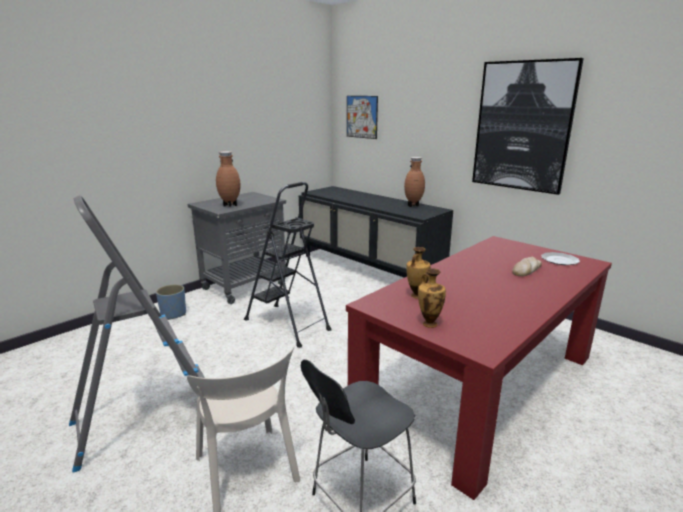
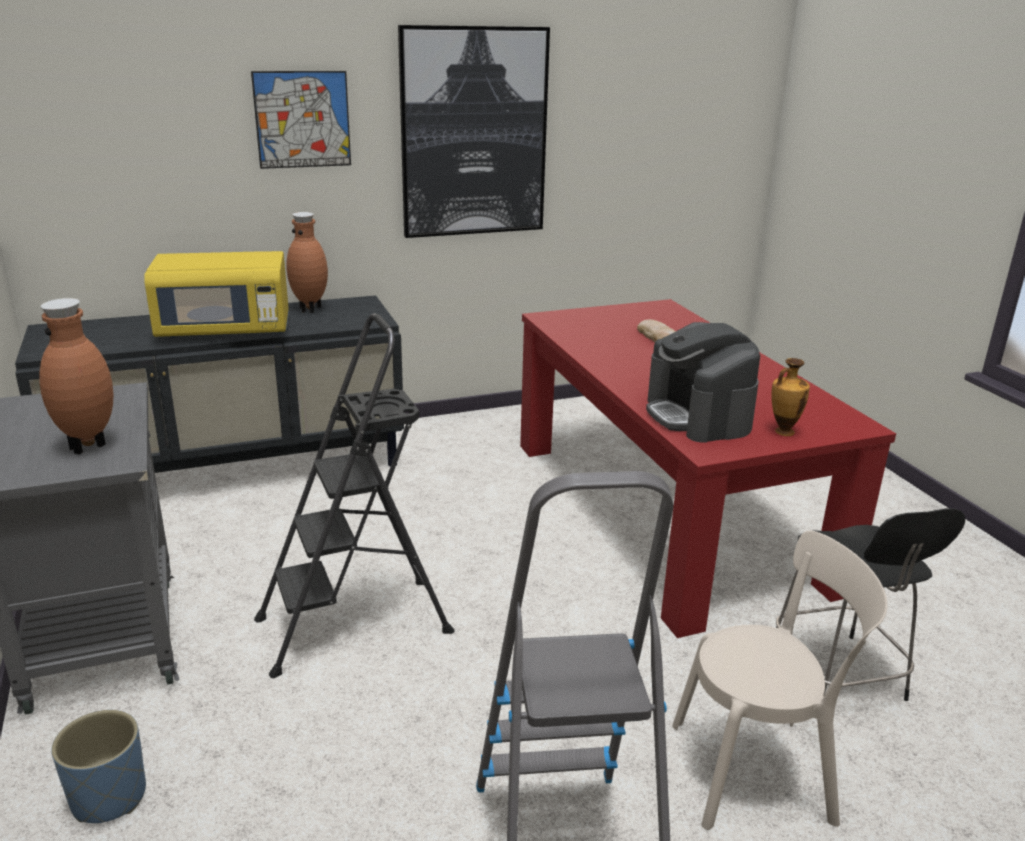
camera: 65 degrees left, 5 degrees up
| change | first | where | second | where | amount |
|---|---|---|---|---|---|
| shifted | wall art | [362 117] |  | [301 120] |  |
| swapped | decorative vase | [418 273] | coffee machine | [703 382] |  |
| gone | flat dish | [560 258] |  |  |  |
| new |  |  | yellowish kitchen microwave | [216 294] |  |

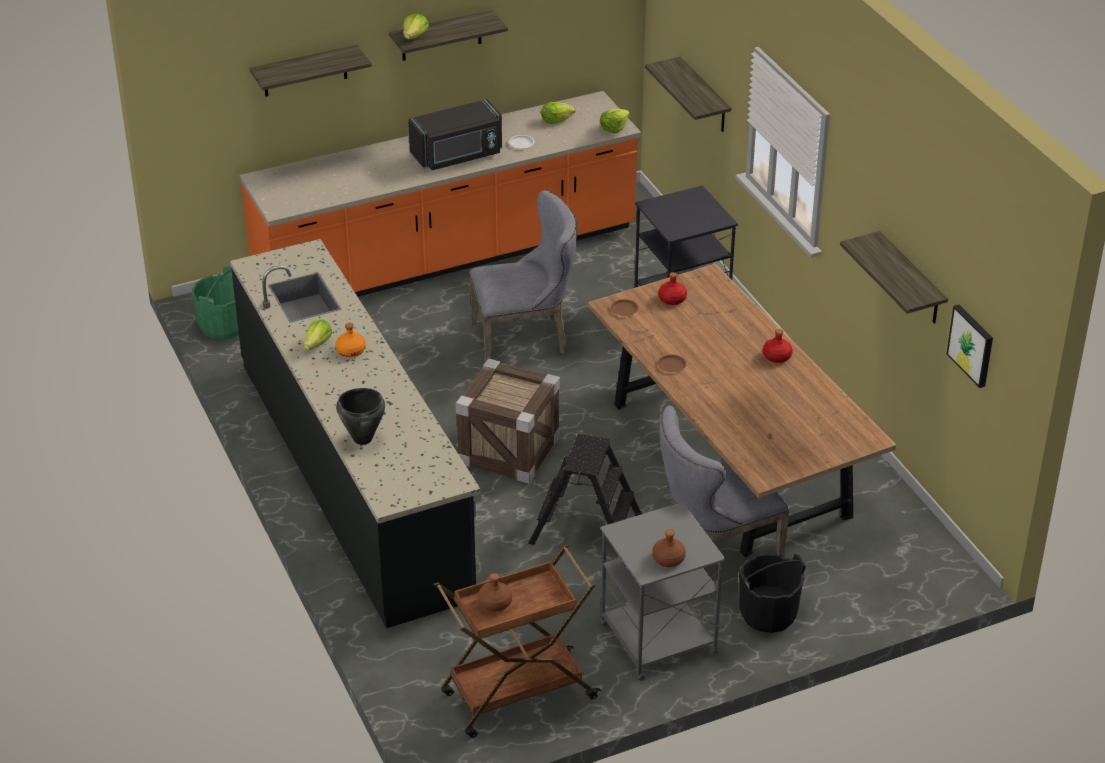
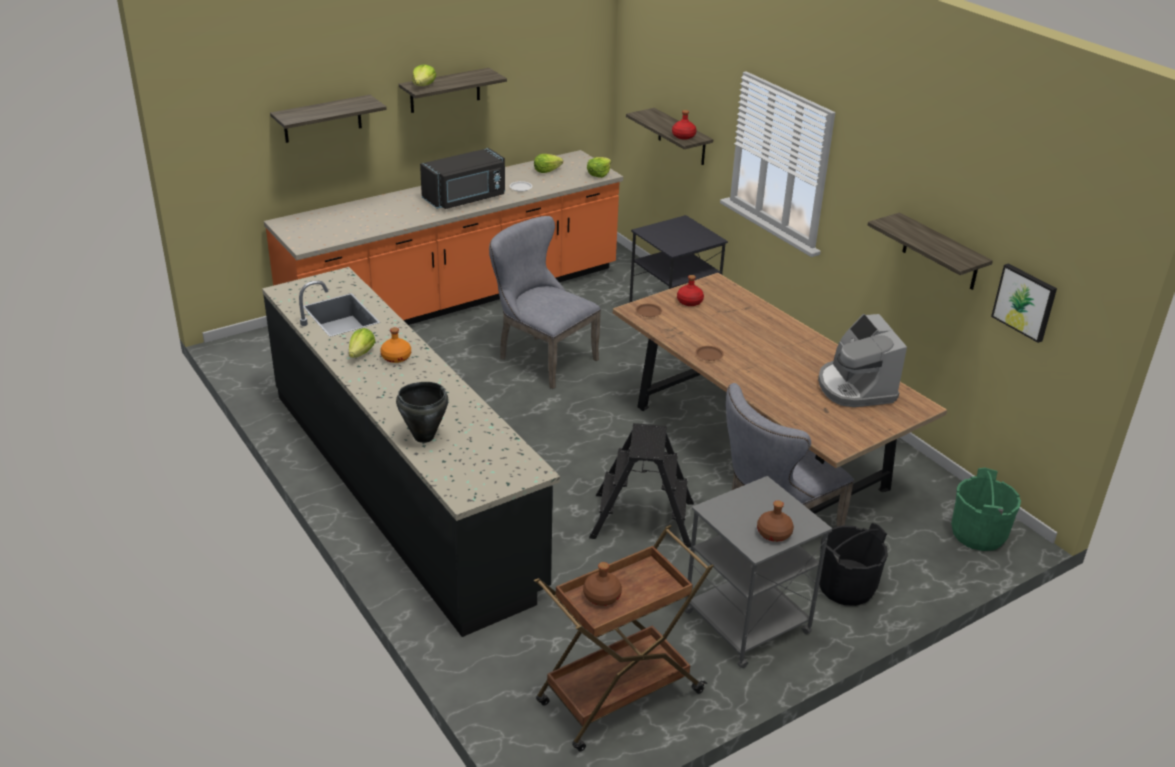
camera: 10 degrees left, 5 degrees down
| change | first | where | second | where | amount |
|---|---|---|---|---|---|
| shifted | green bucket | [215 303] |  | [986 509] |  |
| gone | packing crate | [508 420] |  |  |  |
| rotated | greyish plain chair | [523 276] |  | [545 302] | 120 degrees counterclockwise |
| shifted | red-coloured bottle | [778 346] |  | [684 124] |  |
| new |  |  | coffee machine | [862 360] |  |

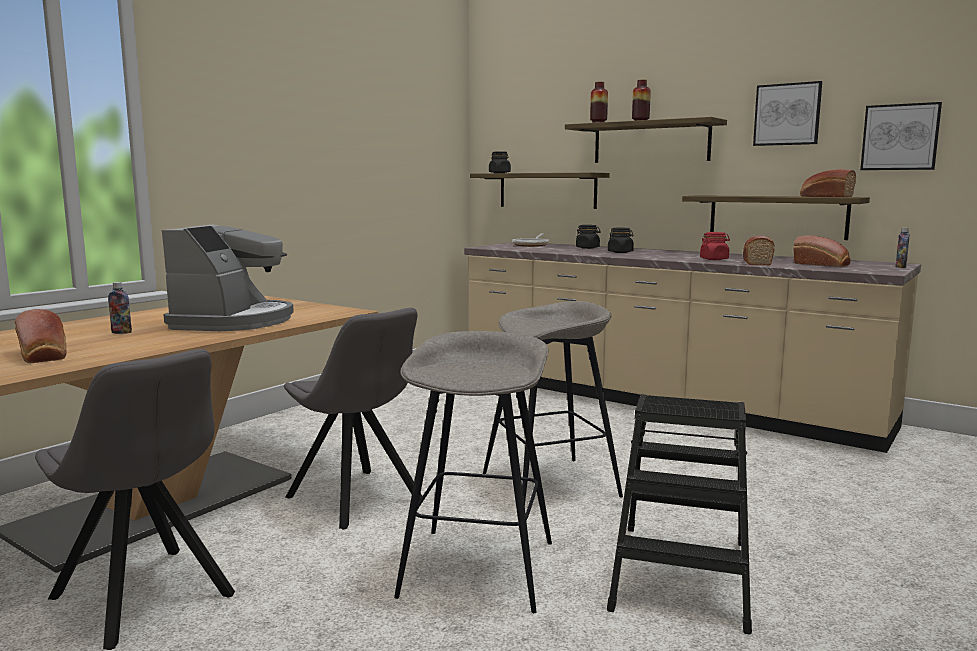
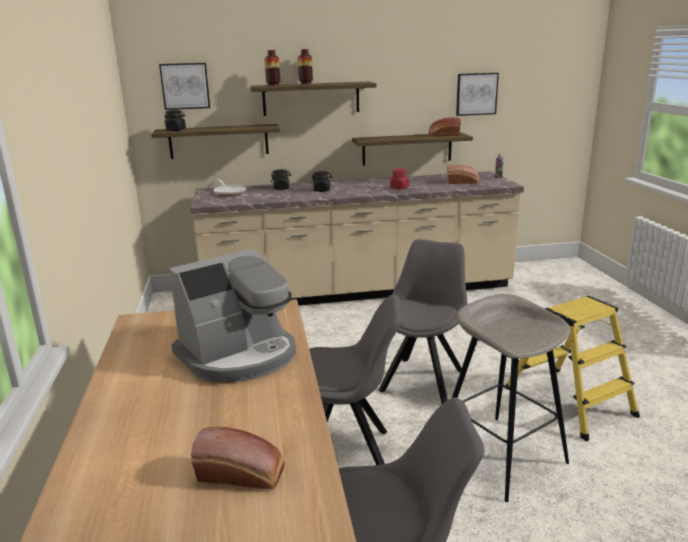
camera: 45 degrees left, 10 degrees up
| change | first | where | second | where | amount |
|---|---|---|---|---|---|
| gone | bottle | [120 308] |  |  |  |
| rotated | coffee machine | [228 277] |  | [232 316] | 90 degrees clockwise |
| swapped | greyish stool | [553 403] | greyish plain chair | [422 321] |  |
| repainted | blackish step stool | [679 514] | yellowish step stool | [573 368] |  |
| gone | bread | [758 250] |  |  |  |
| shifted | wall art | [787 113] |  | [184 86] |  |

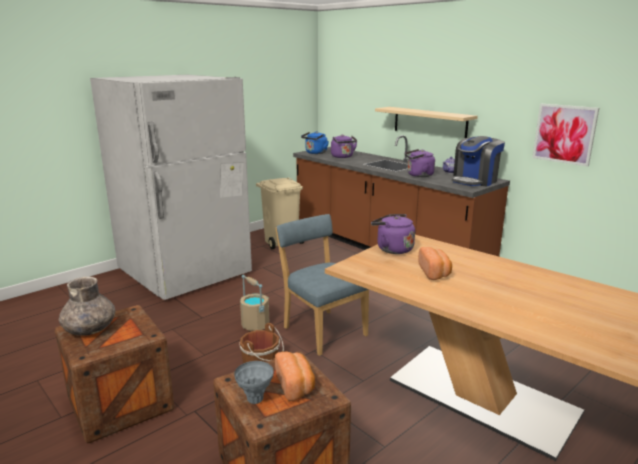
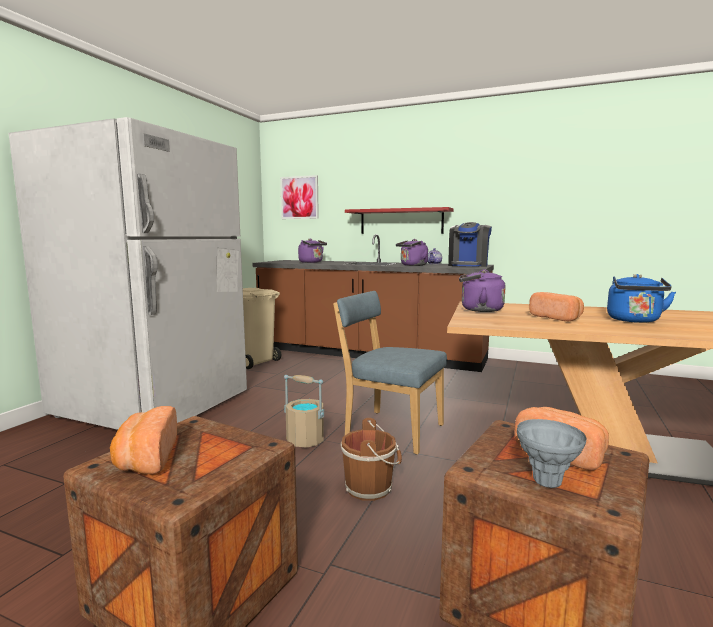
camera: 25 degrees left, 10 degrees down
| change | first | where | second | where | amount |
|---|---|---|---|---|---|
| swapped | greyish decorative vase | [87 306] | bread | [143 440] |  |
| shifted | blue kettle | [315 142] |  | [641 298] |  |
| repainted | sand-coloured wall shelf | [426 122] | red-coloured wall shelf | [399 220] |  |
| shifted | wall art | [565 135] |  | [299 197] |  |

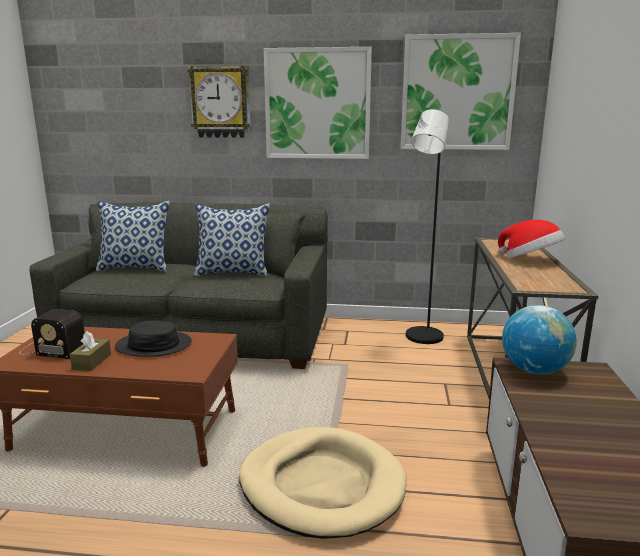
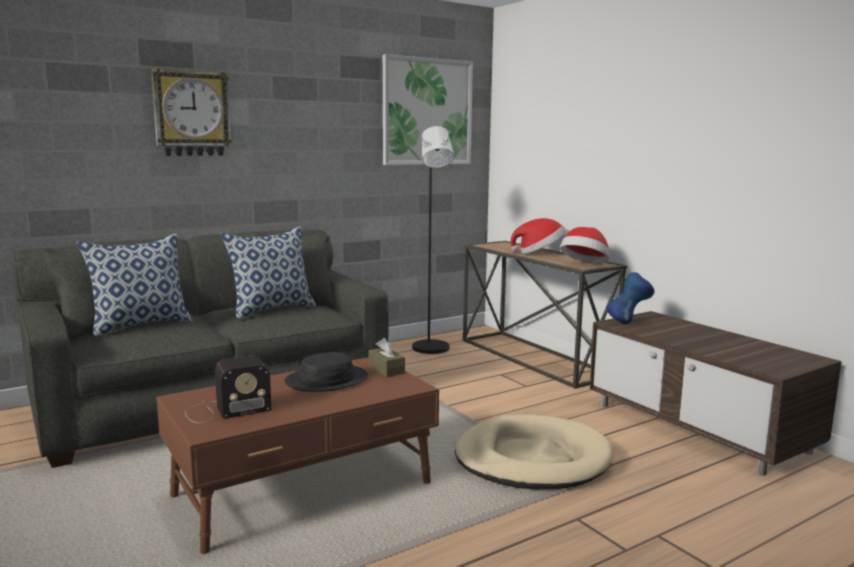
camera: 40 degrees left, 5 degrees down
| change | first | where | second | where | amount |
|---|---|---|---|---|---|
| shifted | brownish tissue holder | [90 351] |  | [386 357] |  |
| gone | wall art | [318 103] |  |  |  |
| swapped | desk globe | [539 340] | blue decorative vase | [630 298] |  |
| new |  |  | hat | [585 245] |  |

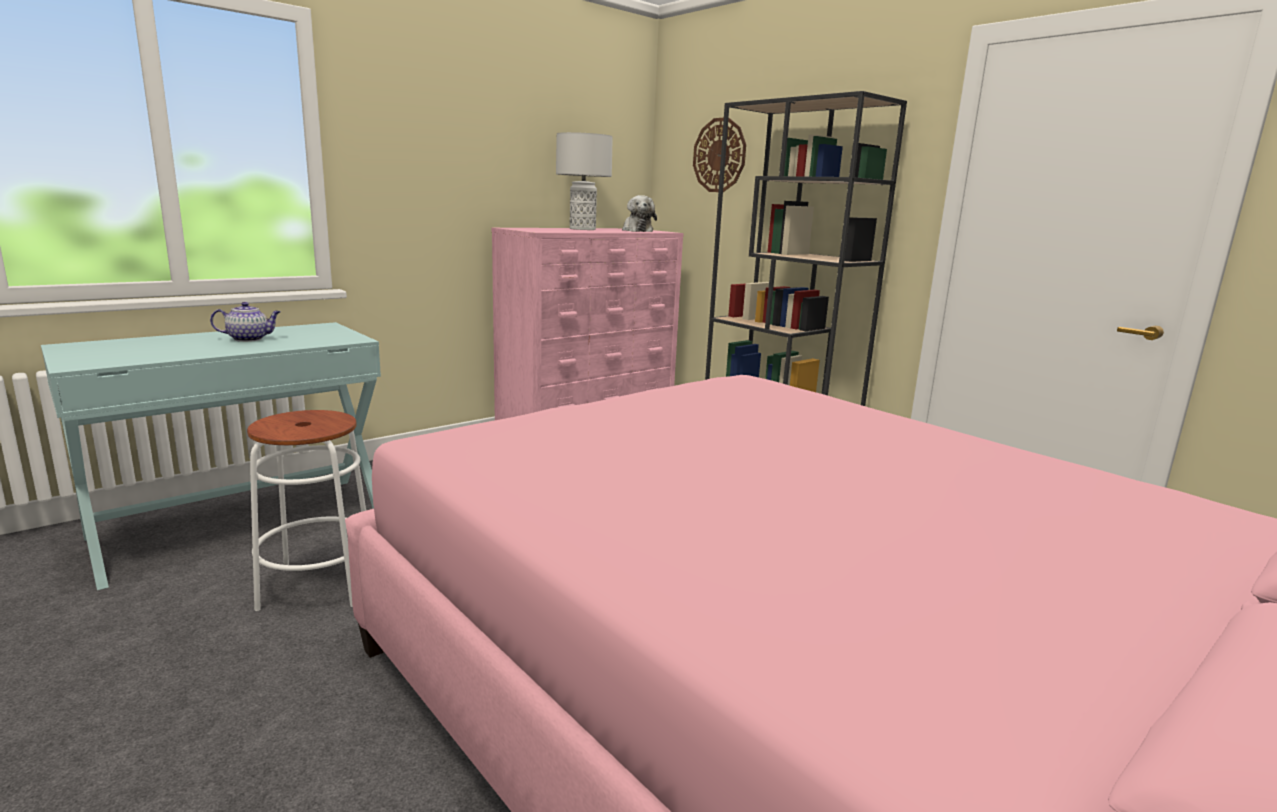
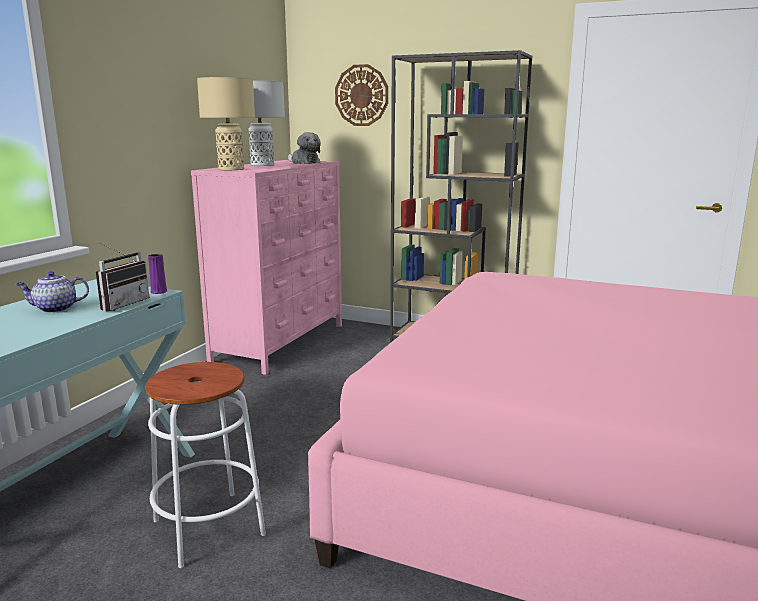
camera: 25 degrees left, 0 degrees up
| change | first | where | second | where | amount |
|---|---|---|---|---|---|
| rotated | tea pot | [245 322] |  | [52 292] | 150 degrees counterclockwise |
| new |  |  | radio set | [122 277] |  |
| new |  |  | purplish decorative vase | [157 274] |  |
| new |  |  | sand-coloured lamp for a table | [226 123] |  |

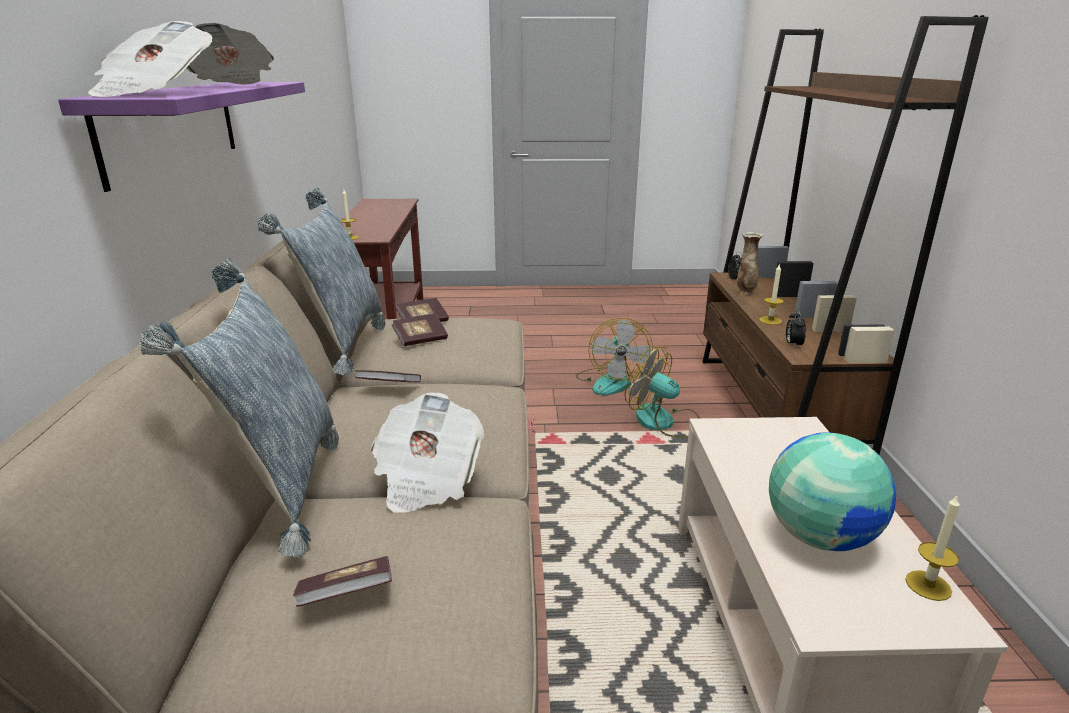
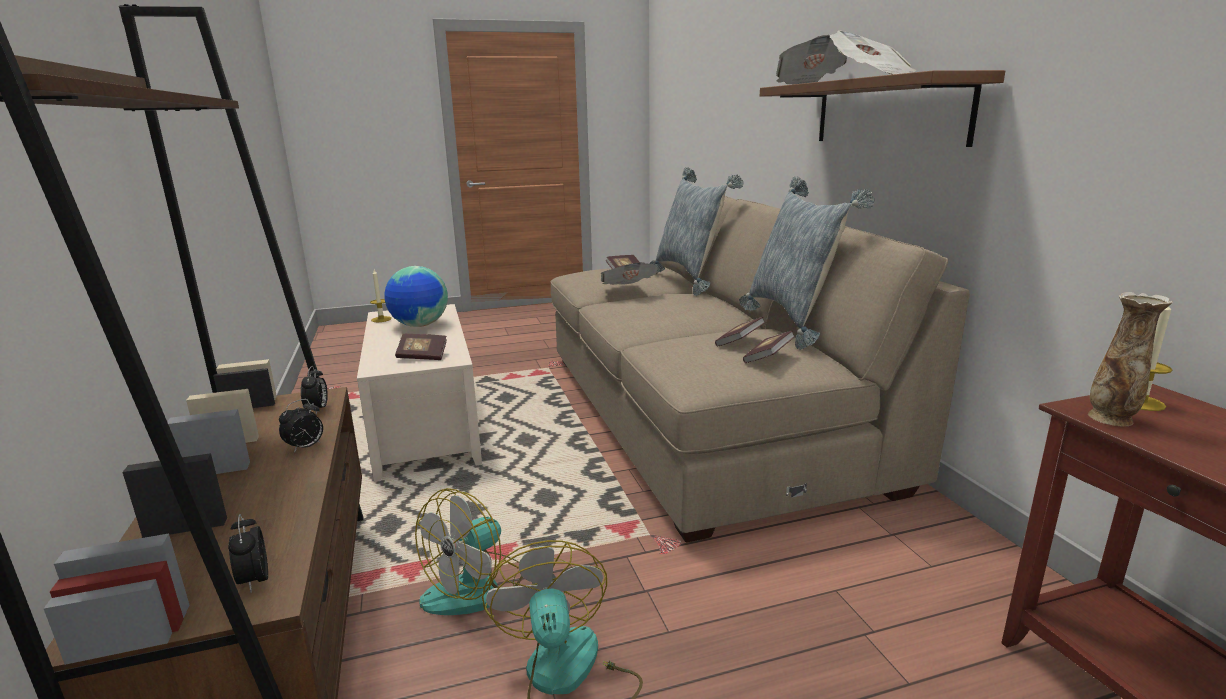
camera: 165 degrees right, 5 degrees down
| change | first | where | second | where | amount |
|---|---|---|---|---|---|
| repainted | purplish wall shelf | [181 137] | brownish wall shelf | [882 108] |  |
| shifted | bound book | [388 376] |  | [421 347] |  |
| rotated | electric fan | [662 392] |  | [469 551] | 105 degrees clockwise |
| shifted | decorative vase | [750 263] |  | [1130 359] |  |
| swapped | wax light | [771 294] | table clock | [301 426] |  |

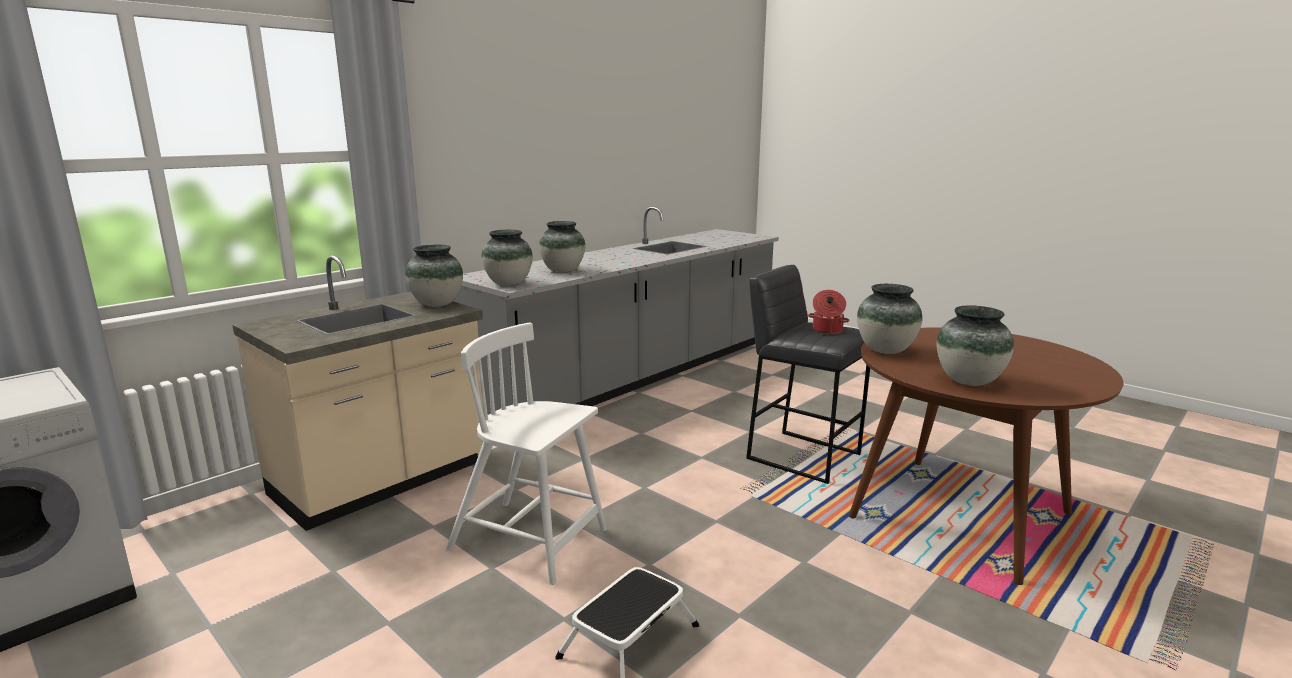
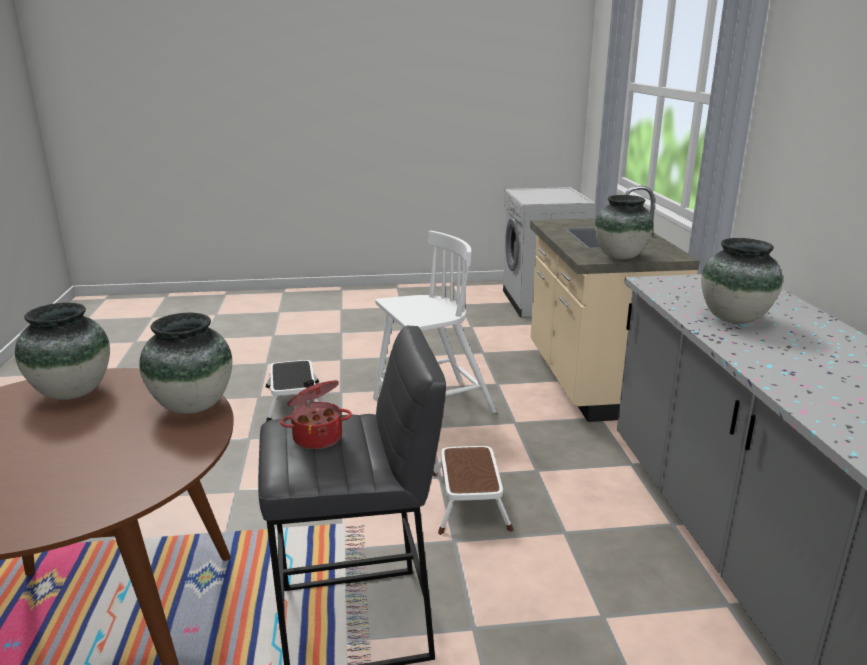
camera: 130 degrees right, 5 degrees up
| change | first | where | second | where | amount |
|---|---|---|---|---|---|
| gone | decorative vase | [507 258] |  |  |  |
| new |  |  | brownish step stool | [473 490] |  |

